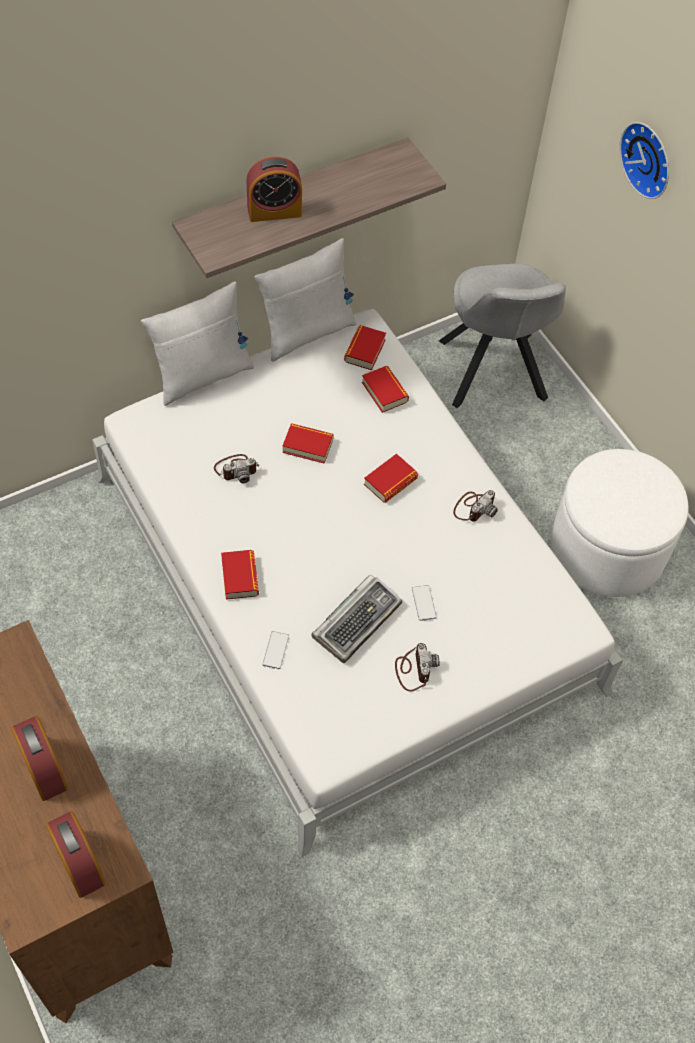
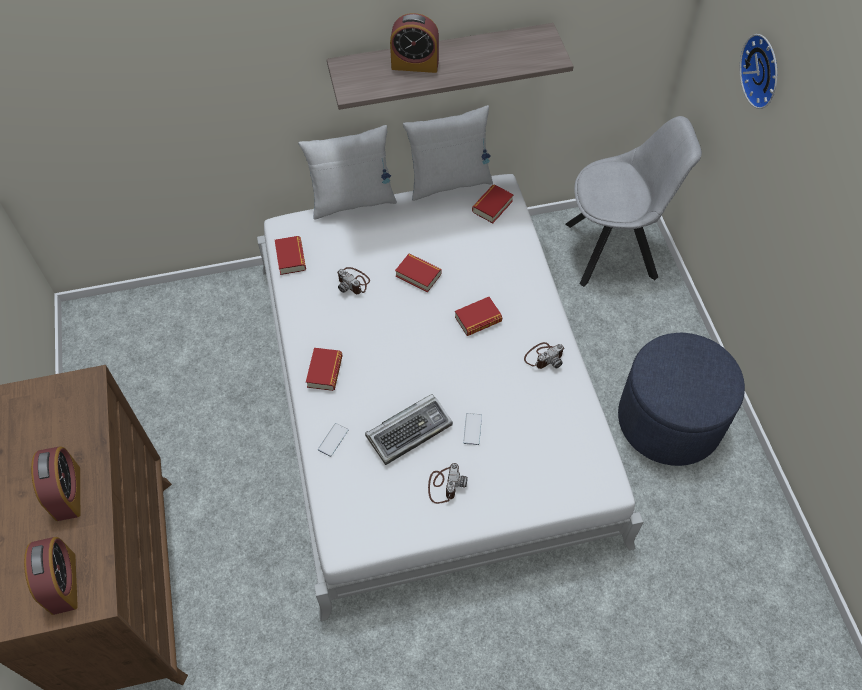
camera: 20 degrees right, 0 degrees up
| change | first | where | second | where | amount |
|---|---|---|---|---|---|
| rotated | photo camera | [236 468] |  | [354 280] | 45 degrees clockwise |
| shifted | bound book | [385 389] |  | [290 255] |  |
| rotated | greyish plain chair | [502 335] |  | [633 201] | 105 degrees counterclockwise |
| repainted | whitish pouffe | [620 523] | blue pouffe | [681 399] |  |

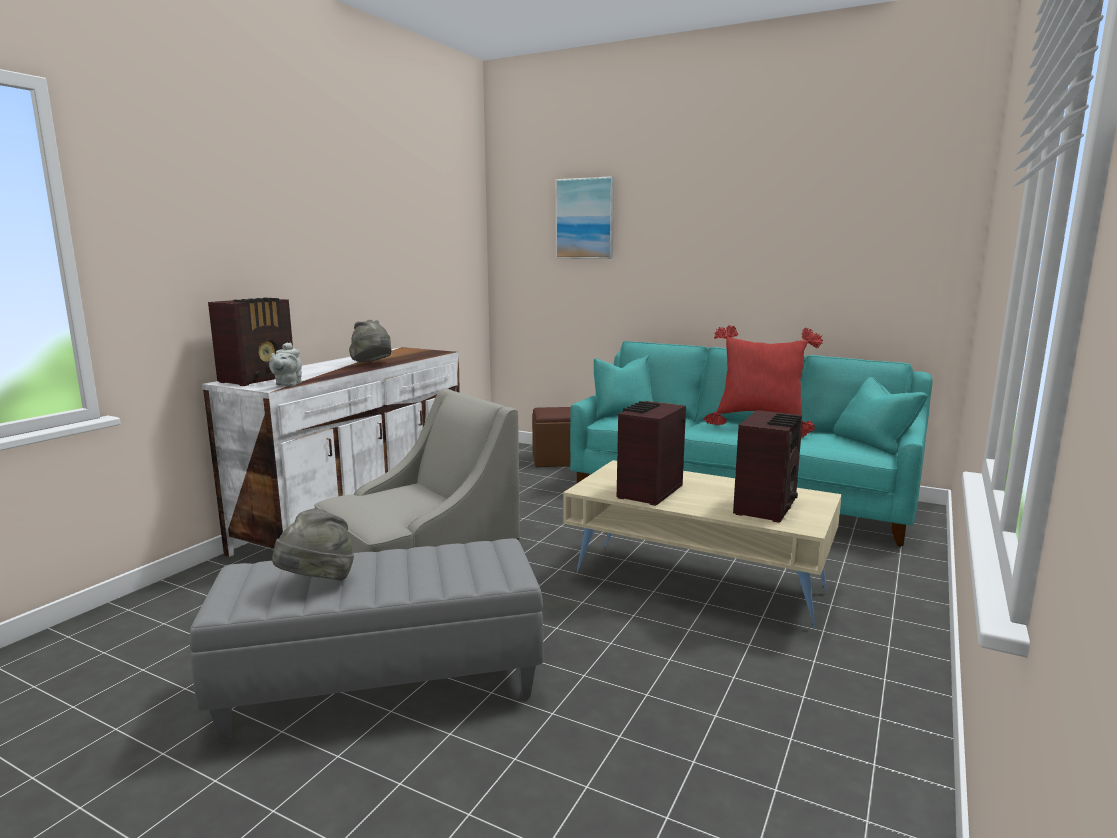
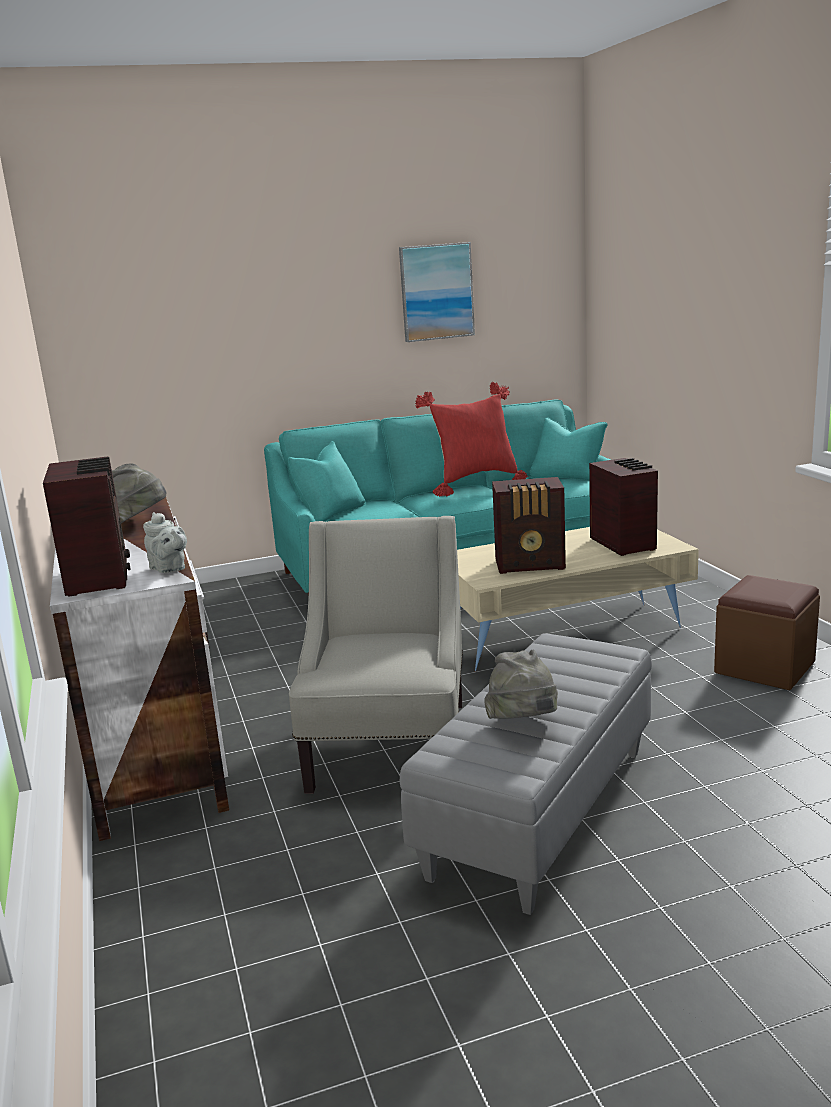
camera: 45 degrees left, 5 degrees up
| change | first | where | second | where | amount |
|---|---|---|---|---|---|
| shifted | brownish pouffe | [551 437] |  | [767 632] |  |
| shifted | wall art | [584 217] |  | [437 292] |  |
| rotated | radio set | [651 453] |  | [529 525] | 75 degrees counterclockwise |

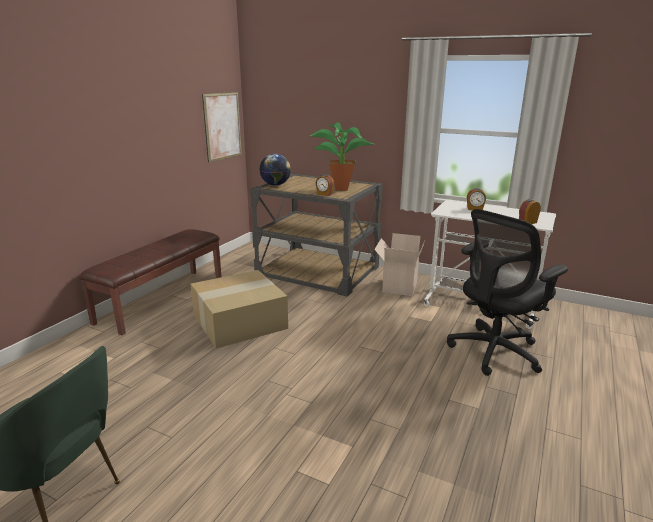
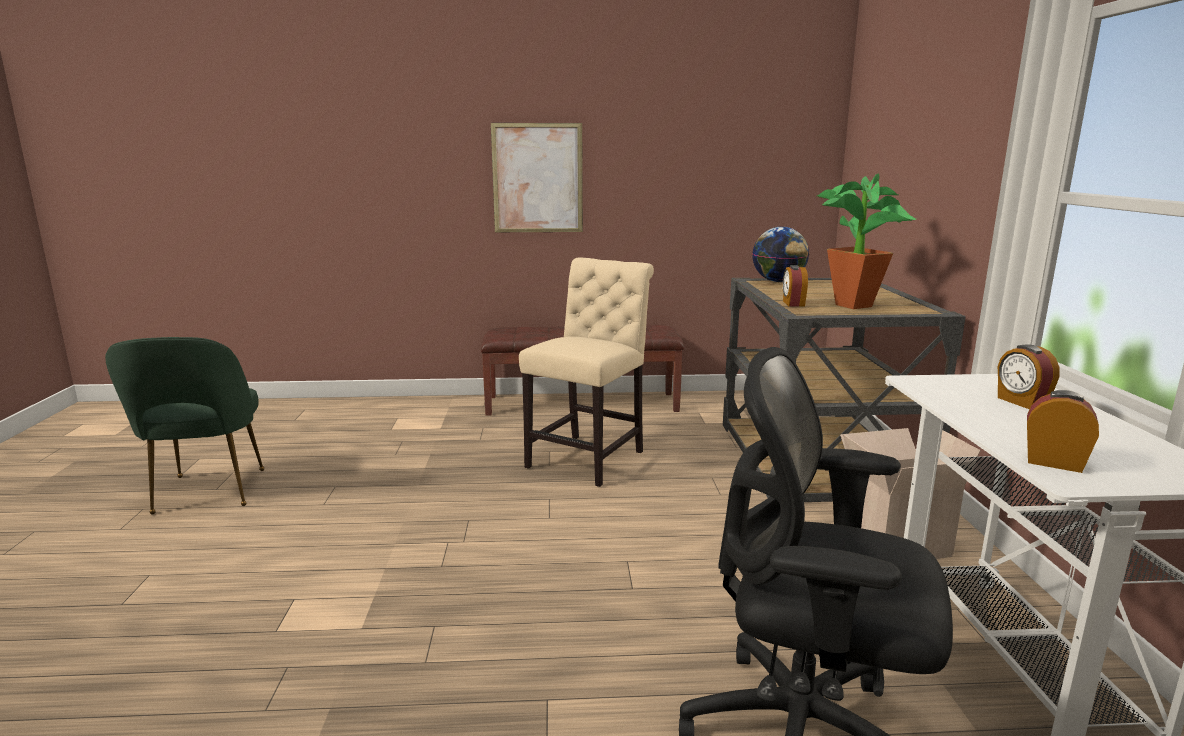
camera: 60 degrees right, 5 degrees down
| change | first | where | second | where | amount |
|---|---|---|---|---|---|
| swapped | carton | [239 309] | sand-coloured plain chair | [586 372] |  |
| shifted | wall art | [222 127] |  | [537 177] |  |

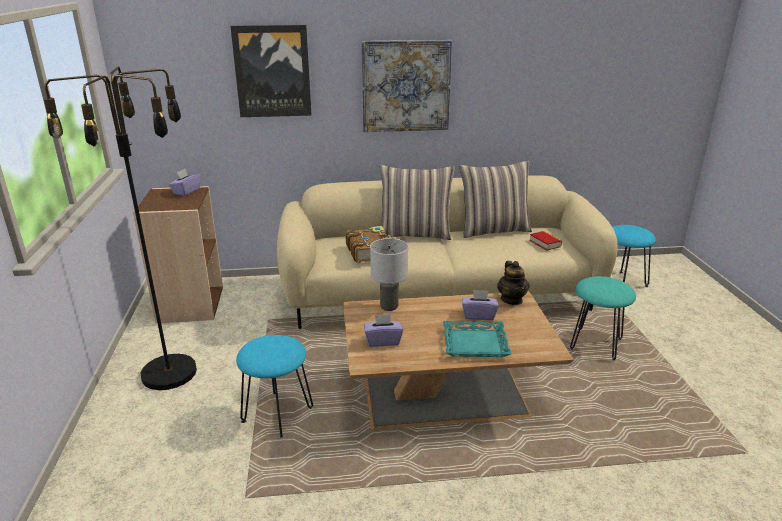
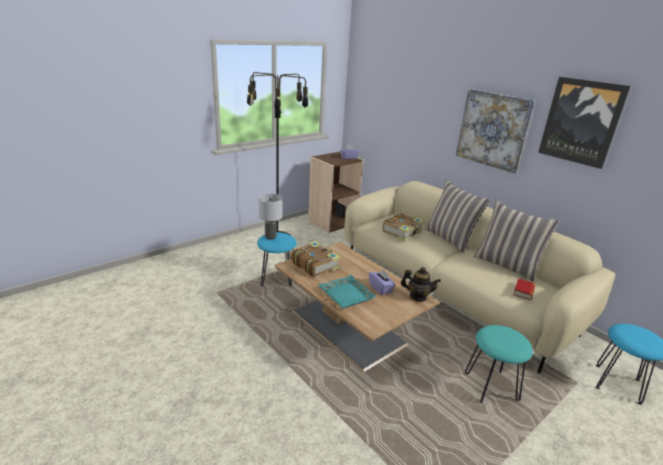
camera: 55 degrees right, 0 degrees up
| change | first | where | second | where | amount |
|---|---|---|---|---|---|
| shifted | wall art | [271 71] |  | [584 123] |  |
| swapped | purplish tissue holder | [383 330] | bound book | [315 259] |  |
| shifted | whitish lamp for a table | [389 274] |  | [270 216] |  |
| rotated | tea pot | [513 283] |  | [421 284] | 120 degrees counterclockwise |

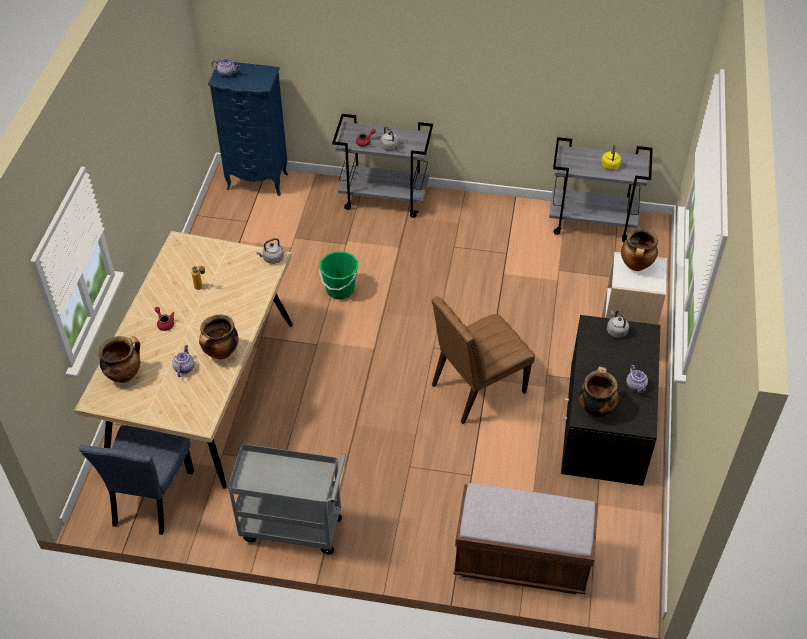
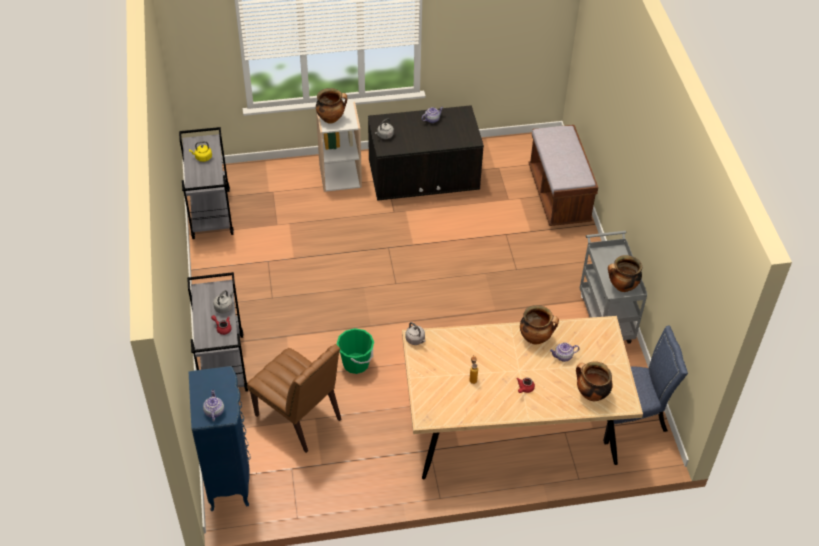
camera: 110 degrees left, 0 degrees up
| change | first | where | second | where | amount |
|---|---|---|---|---|---|
| shifted | brownish plain chair | [483 360] |  | [294 398] |  |
| shifted | saucepot | [598 391] |  | [625 273] |  |

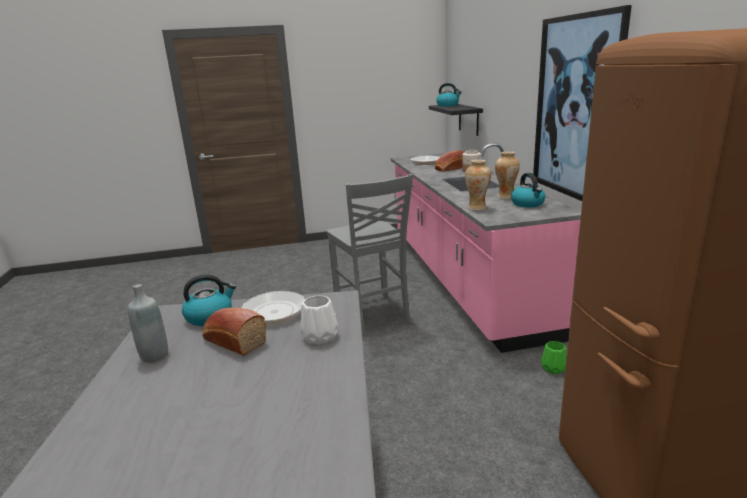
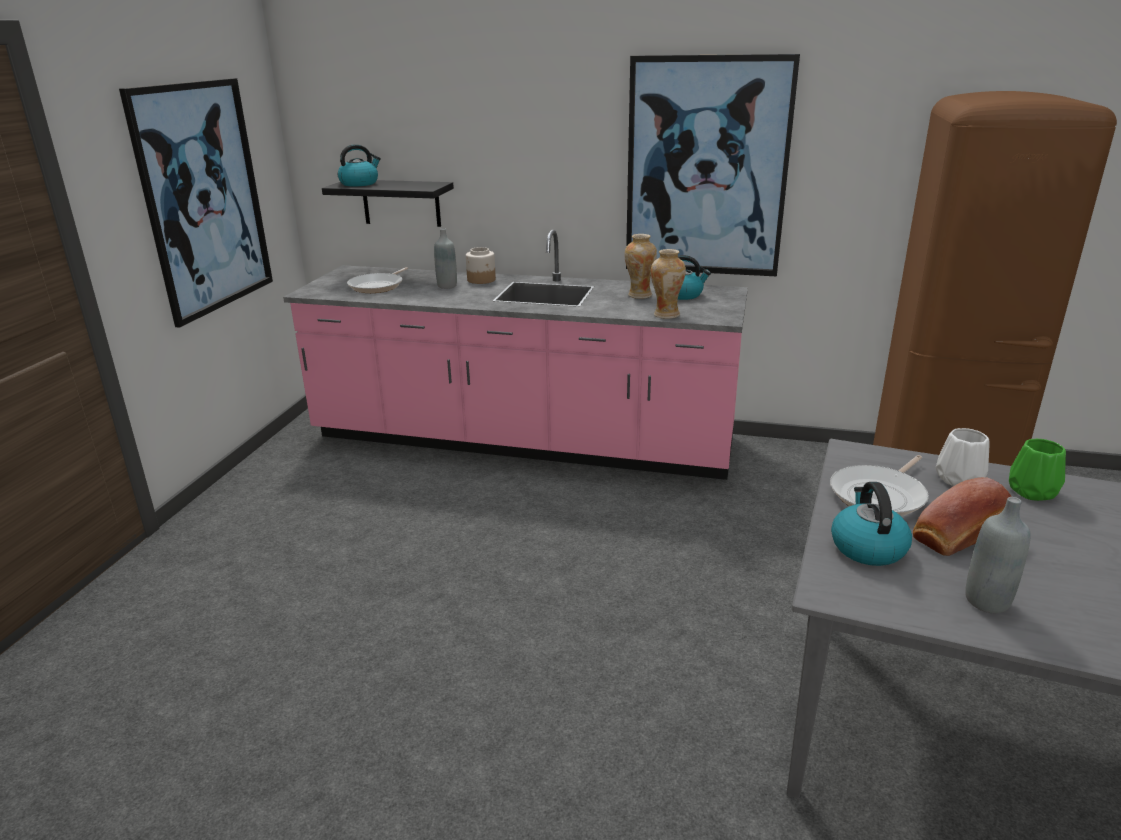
camera: 65 degrees left, 5 degrees up
| change | first | where | second | where | amount |
|---|---|---|---|---|---|
| gone | greyish plain chair | [369 254] |  |  |  |
| swapped | bread | [450 161] | greyish bottle | [445 258] |  |
| shifted | green decorative vase | [554 357] |  | [1037 470] |  |
| new |  |  | wall art | [196 203] |  |

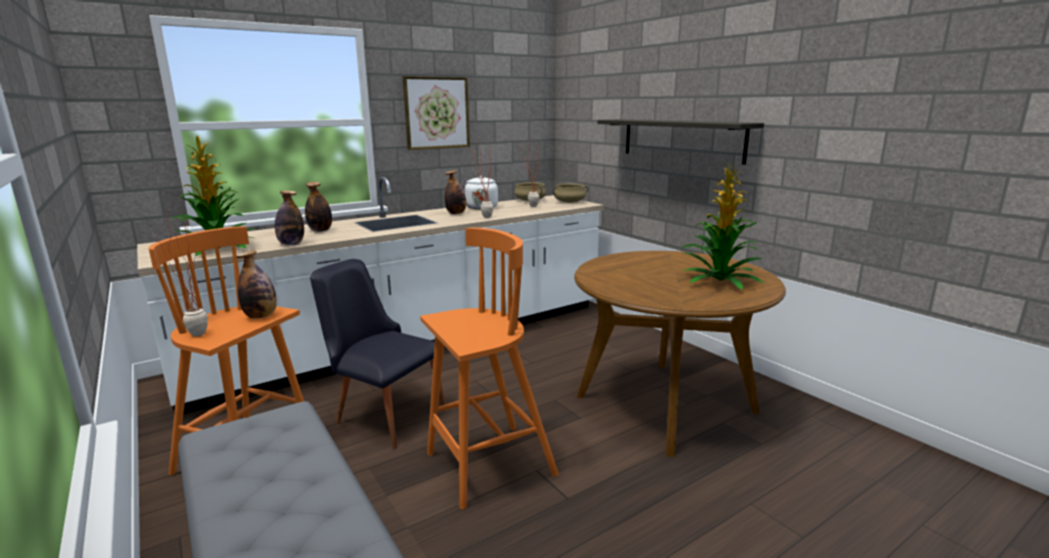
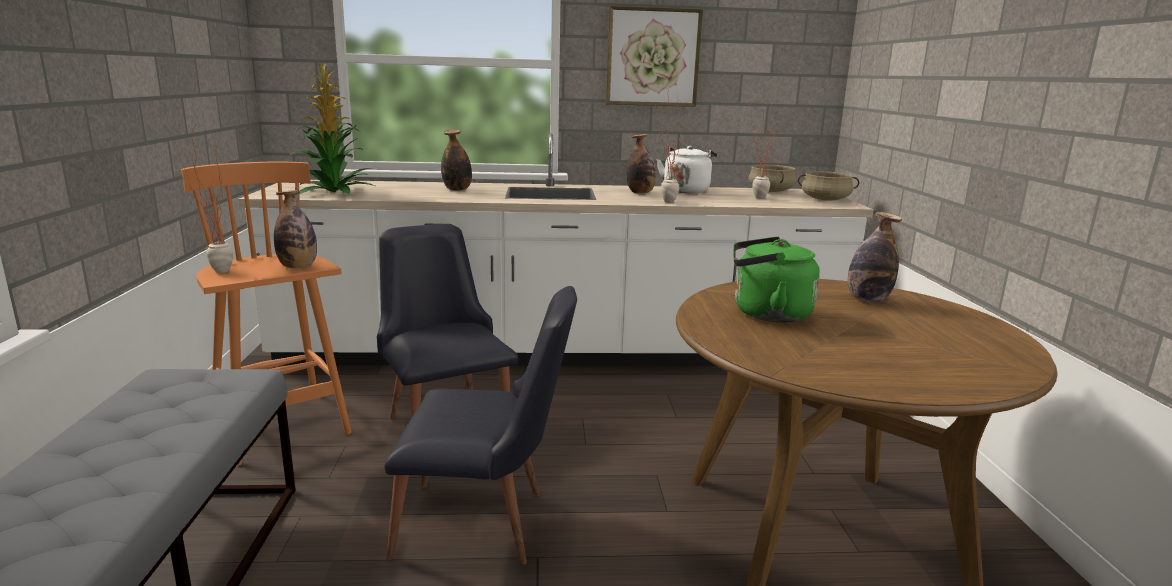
camera: 30 degrees right, 0 degrees up
| change | first | where | second | where | amount |
|---|---|---|---|---|---|
| shifted | bottle | [289 217] |  | [875 257] |  |
| swapped | orange stool | [489 369] | blackish plain chair | [481 425] |  |
| gone | wall shelf | [680 142] |  |  |  |
| gone | potted plant | [723 225] |  |  |  |
| new |  |  | green kettle | [777 280] |  |

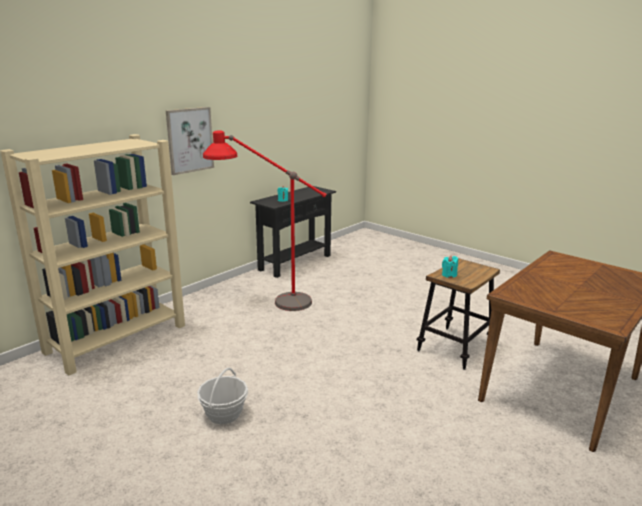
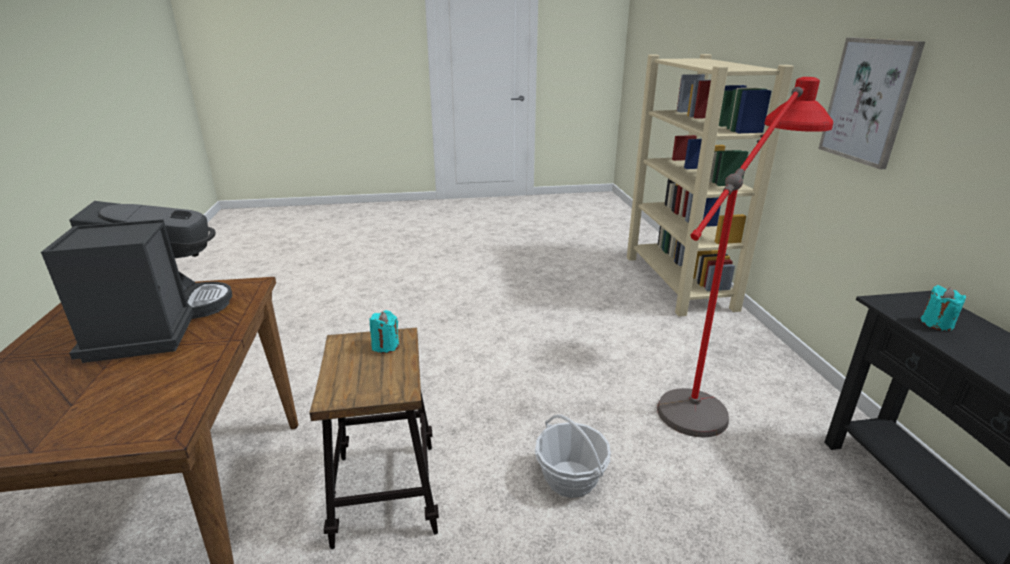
camera: 130 degrees right, 5 degrees up
| change | first | where | second | where | amount |
|---|---|---|---|---|---|
| shifted | household basket | [222 396] |  | [573 456] |  |
| new |  |  | coffee machine | [136 282] |  |

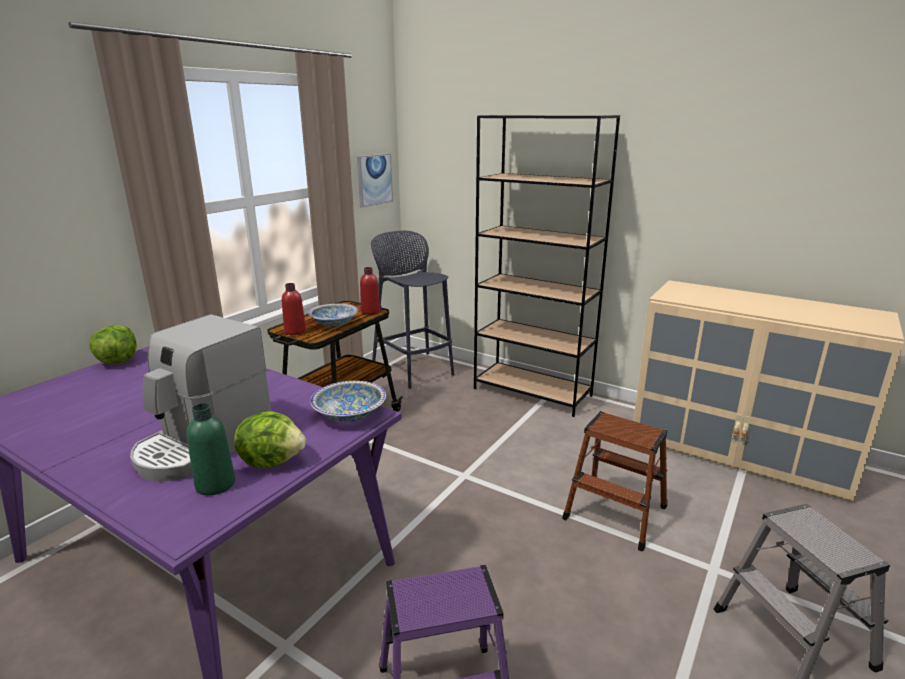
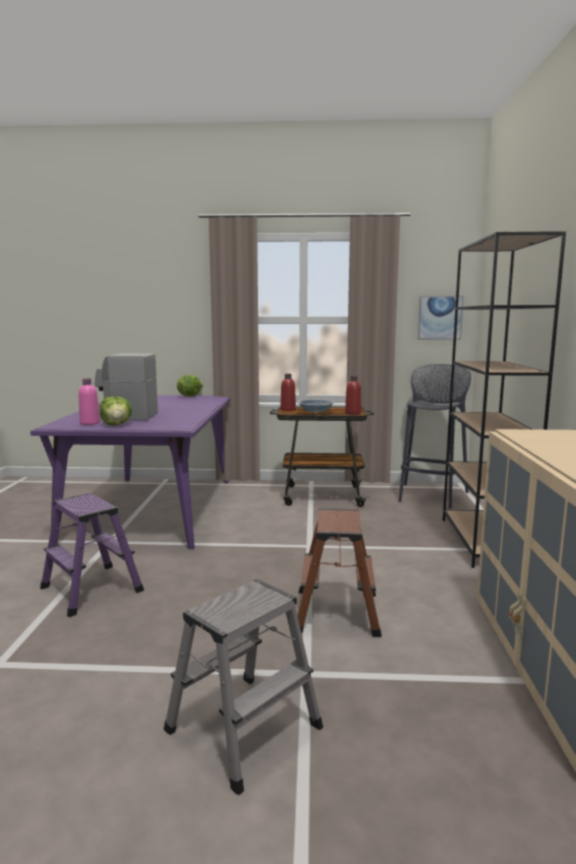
camera: 60 degrees right, 10 degrees down
| change | first | where | second | where | amount |
|---|---|---|---|---|---|
| repainted | green bottle | [211 449] | pink-coloured bottle | [89 401] |  |
| gone | bowl | [348 401] |  |  |  |

